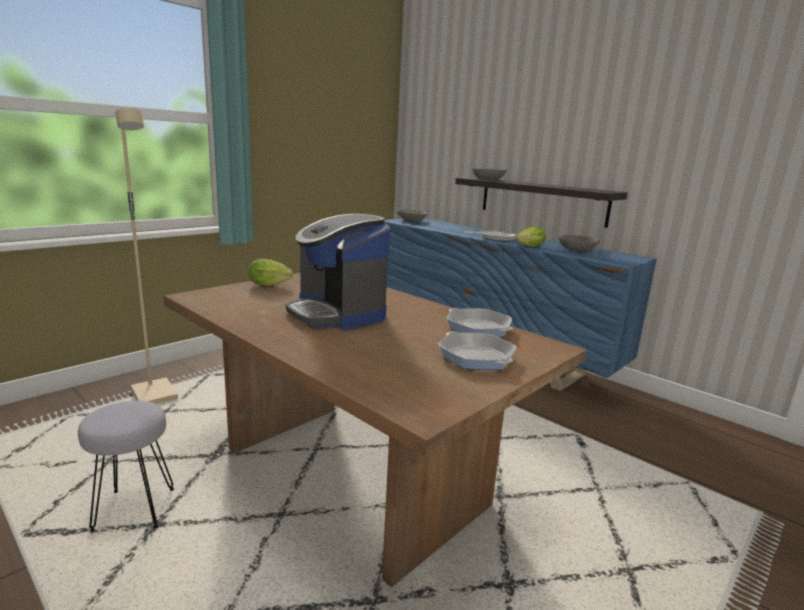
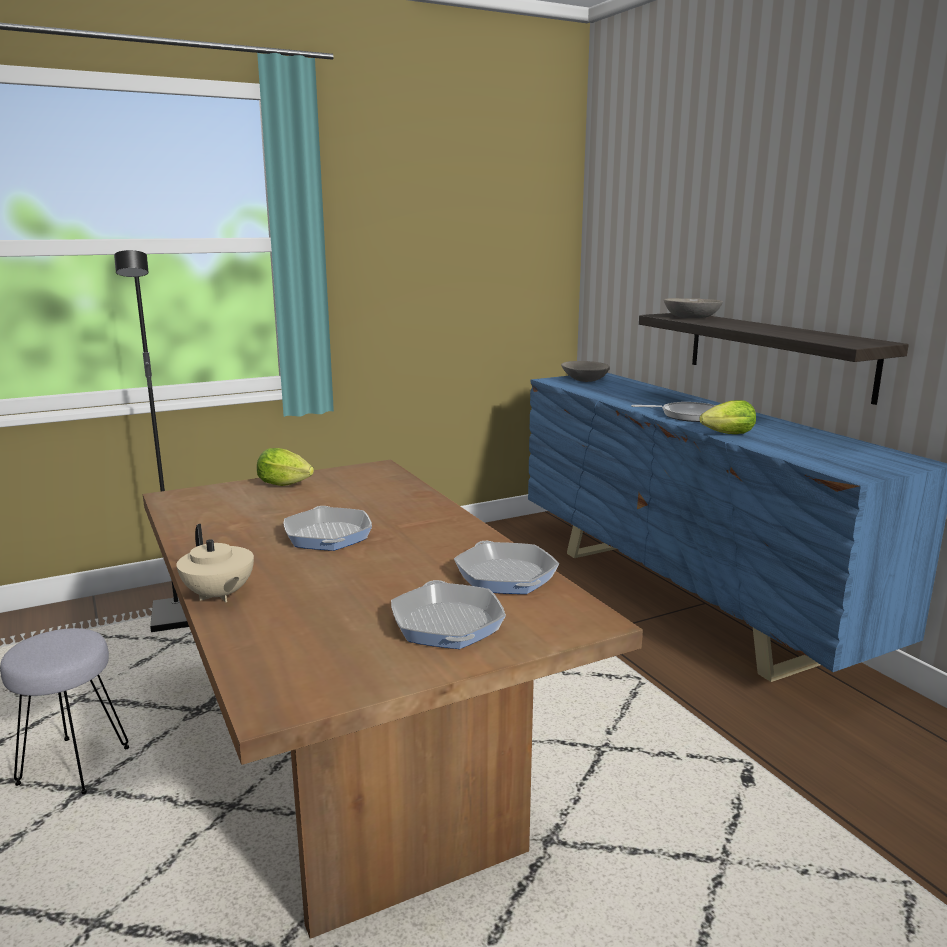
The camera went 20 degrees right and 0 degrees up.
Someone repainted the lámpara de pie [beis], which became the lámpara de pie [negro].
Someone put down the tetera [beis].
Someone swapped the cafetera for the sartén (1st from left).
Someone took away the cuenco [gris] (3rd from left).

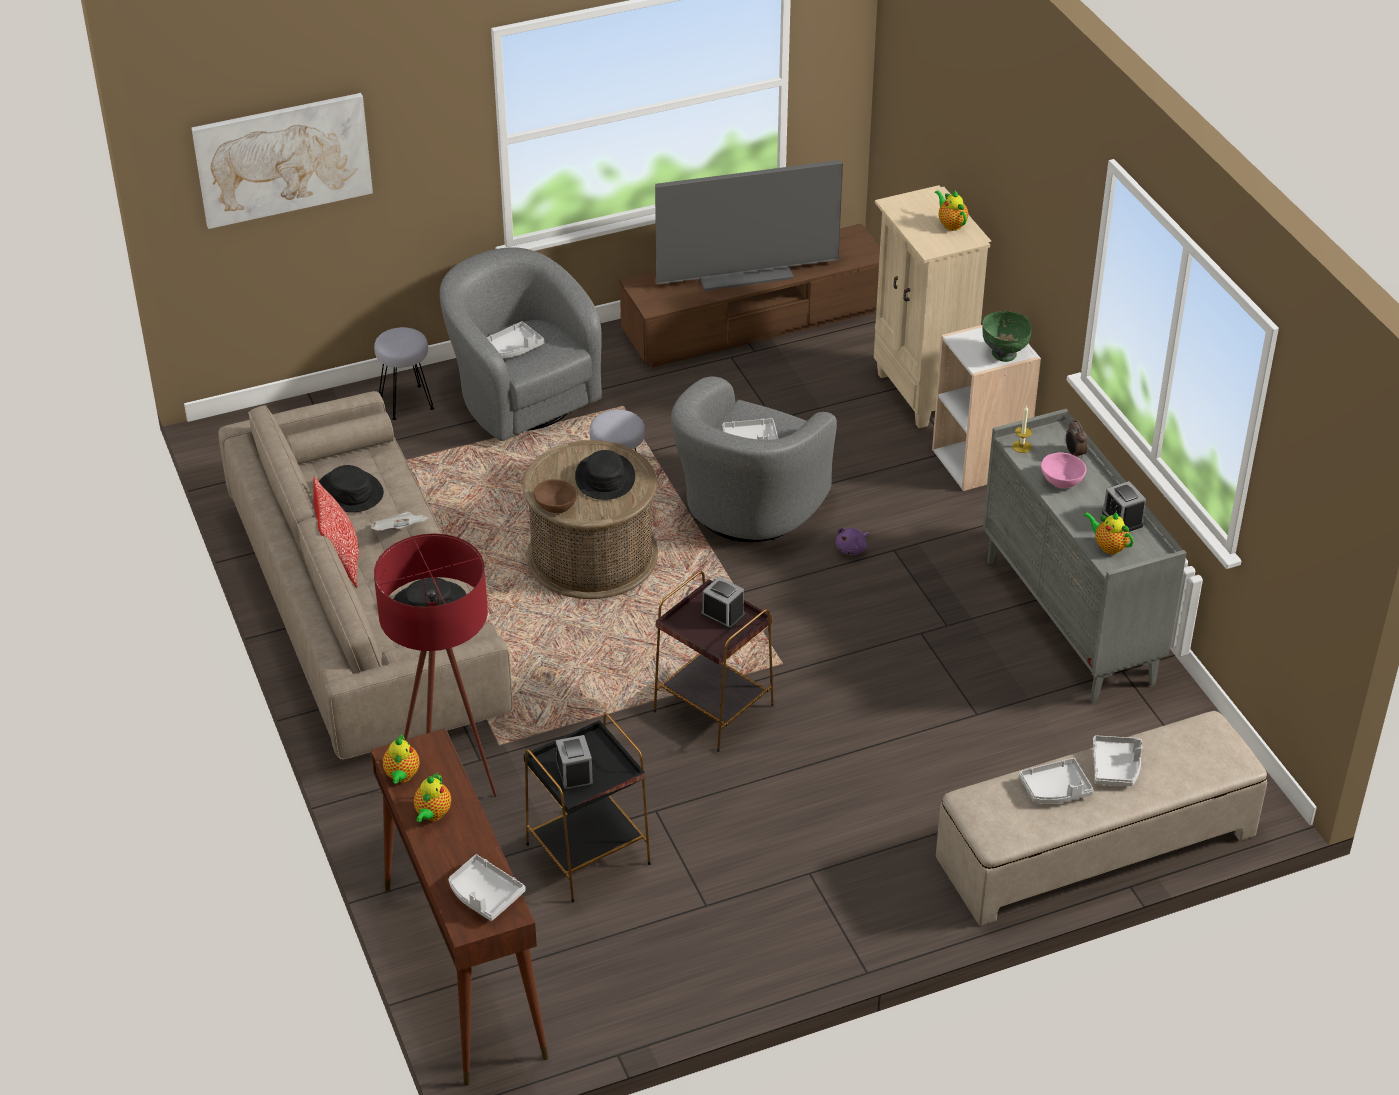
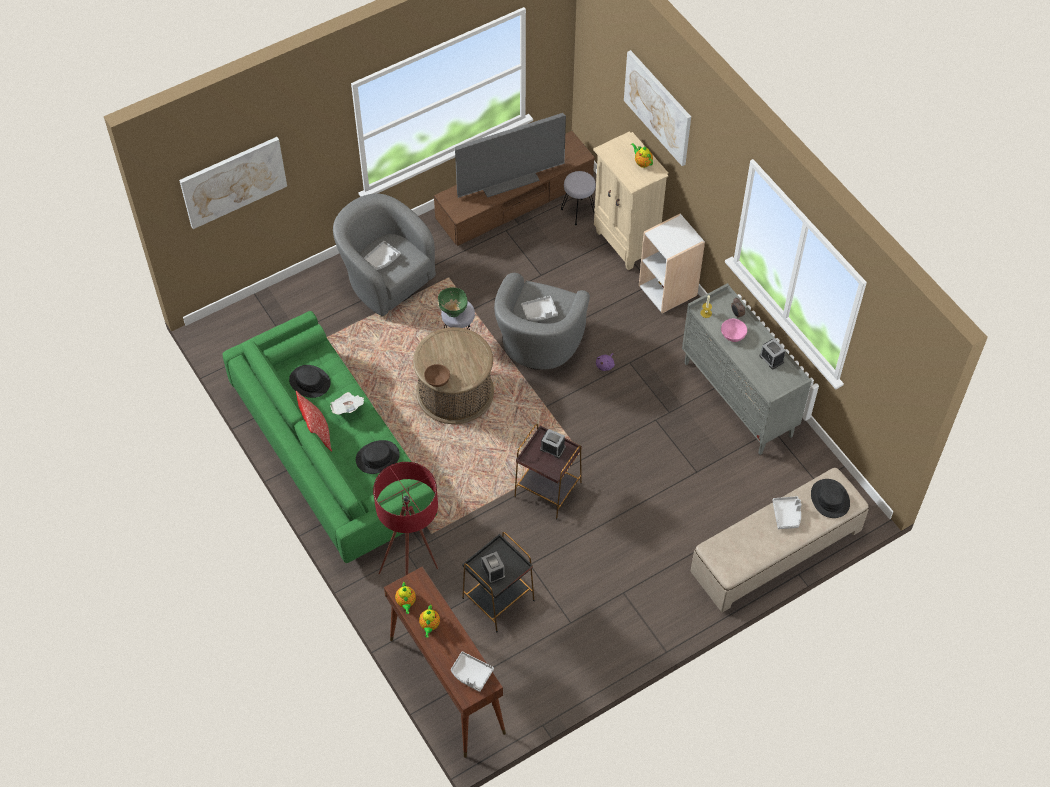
The camera went 10 degrees left and 15 degrees up.
Someone repainted the sofá [beis], which became the sofá [verde].
Someone carried the cuenco [verde].
Someone carried the taburete [gris] (1st from left in the first image).
Someone put up the cuadro (2nd from left).
Someone carried the sombrero [negro] (3rd from left).
Someone took away the bandeja [gris] (4th from left).
Someone took away the tetera (4th from left).

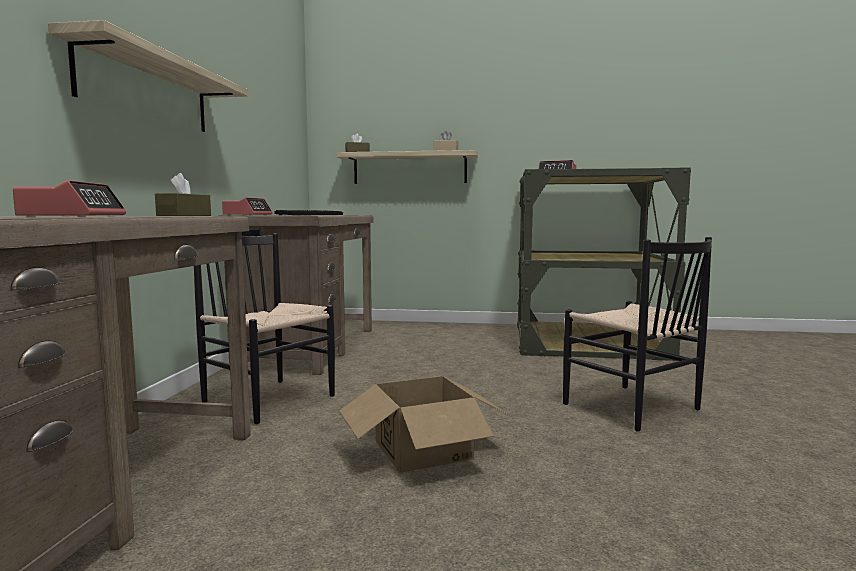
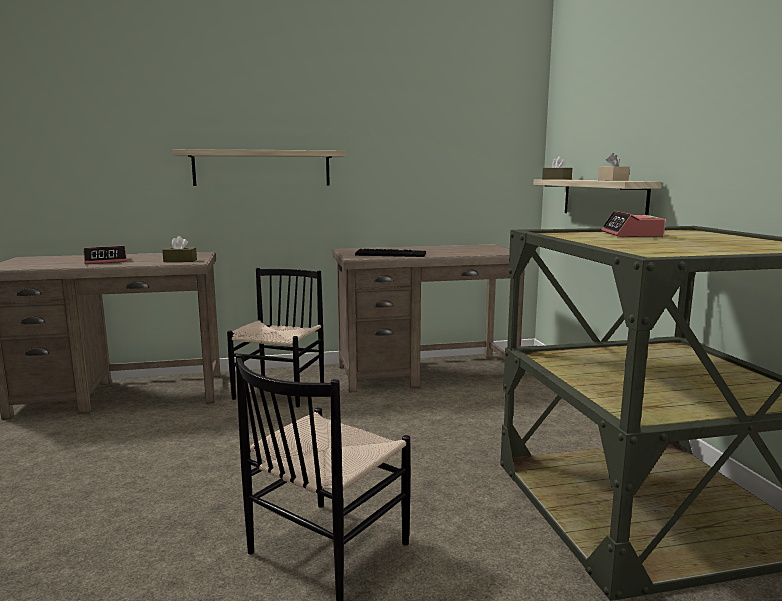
The camera went 70 degrees right and 5 degrees up.
Someone took away the despertador (2nd from left).
Someone took away the caja de cartón.

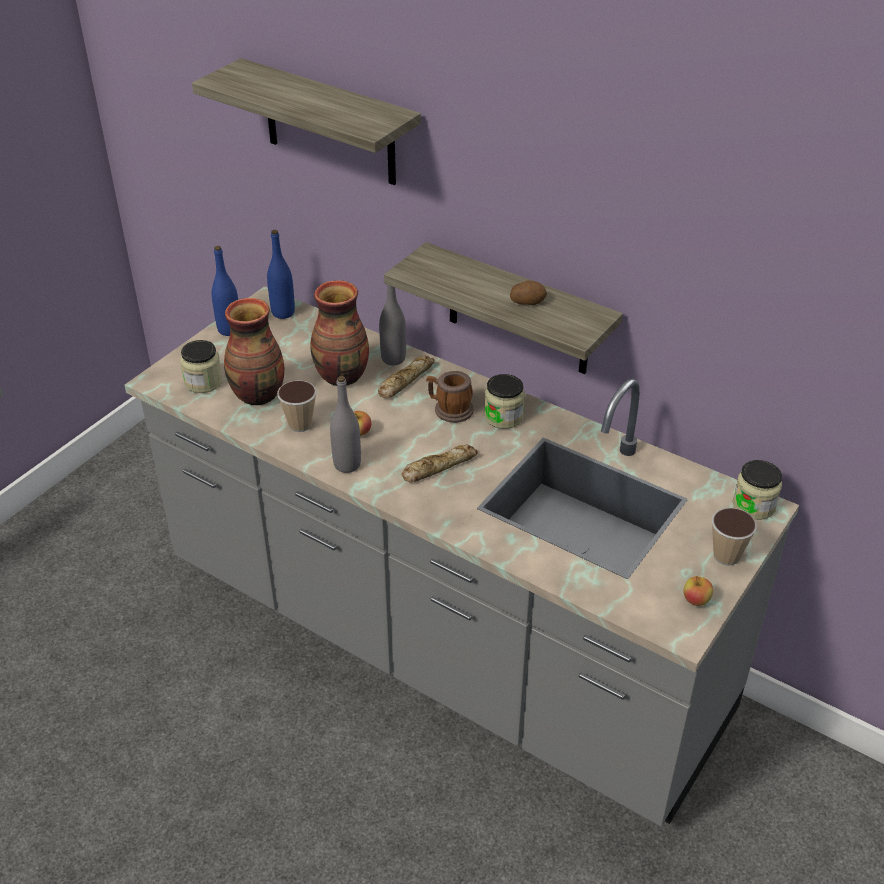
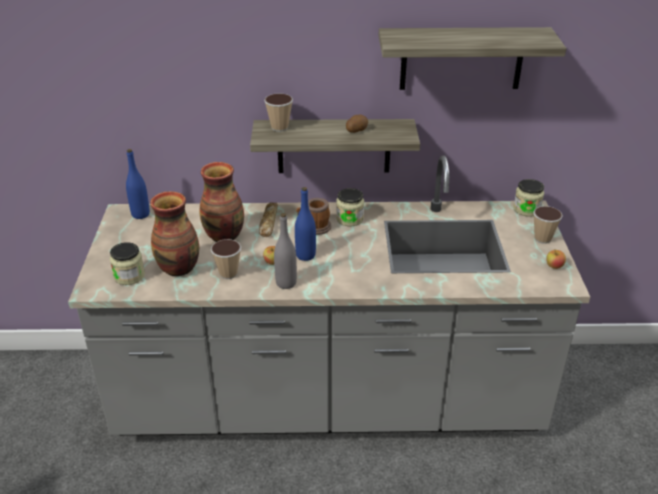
The camera went 35 degrees left and 5 degrees down.
Someone put down the taza (2nd from left).
Someone carried the botella [azul] (1st from left in the first image).
Someone carried the estante (1st from left in the first image).
Someone took away the botella [gris] (2nd from left).
Someone took away the pan (2nd from left).

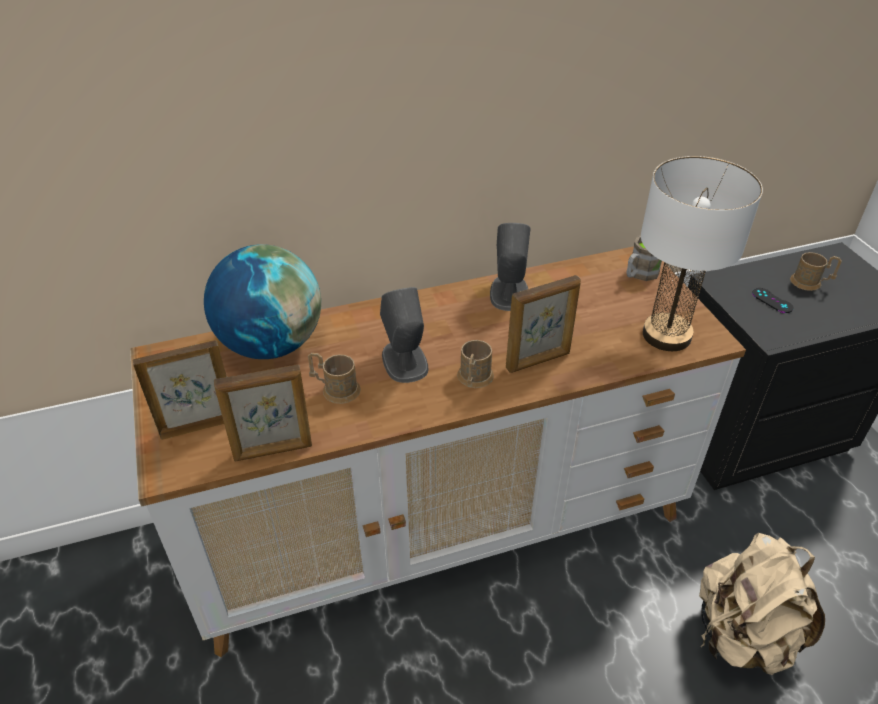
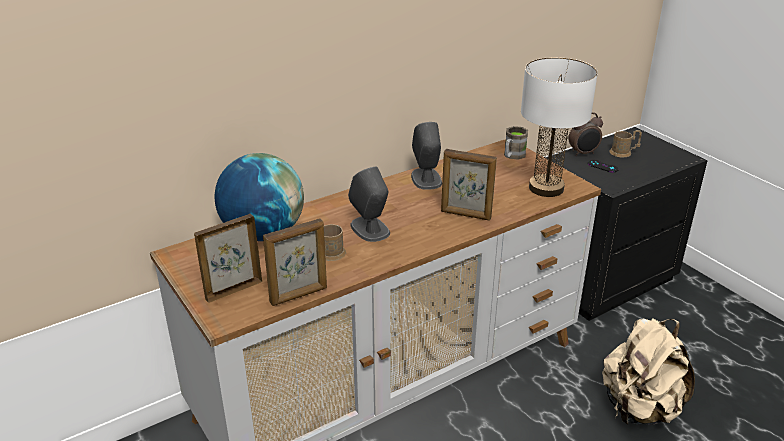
The camera went 15 degrees left and 10 degrees down.
Someone rotated the portarretratos (3rd from left) by 60 degrees clockwise.
Someone put down the despertador.
Someone took away the taza grande [marrón] (2nd from left).

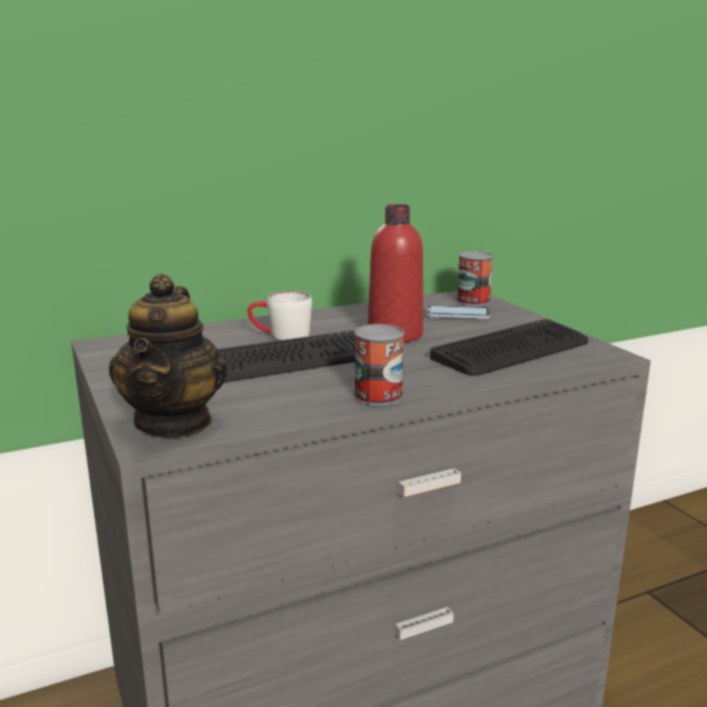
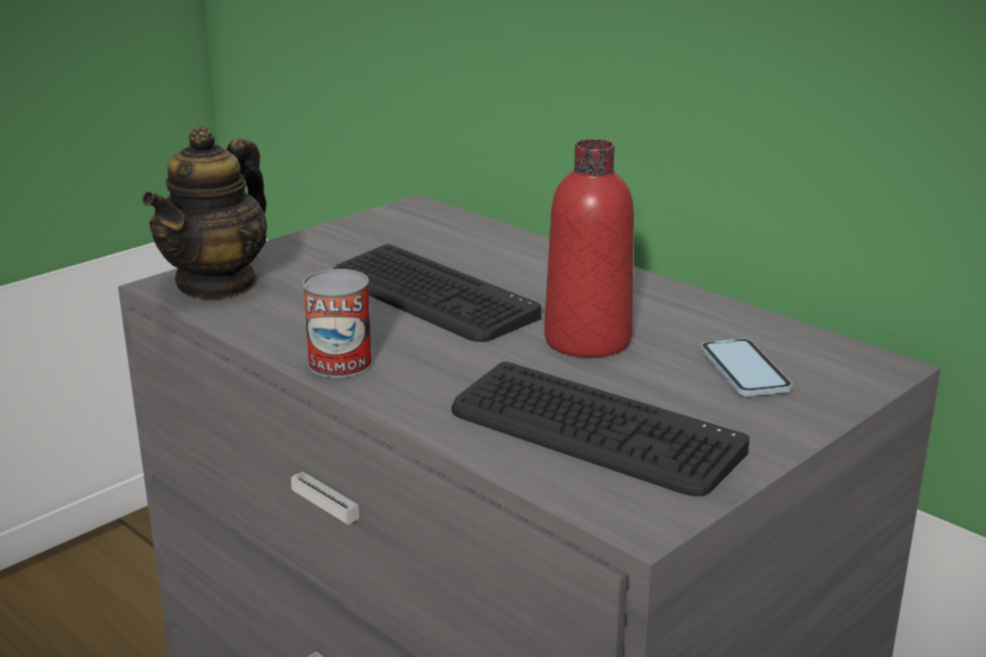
The camera went 70 degrees right and 5 degrees up.
Someone rotated the tetera by 45 degrees counterclockwise.
Someone took away the taza grande [blanco].
Someone took away the lata (2nd from left).

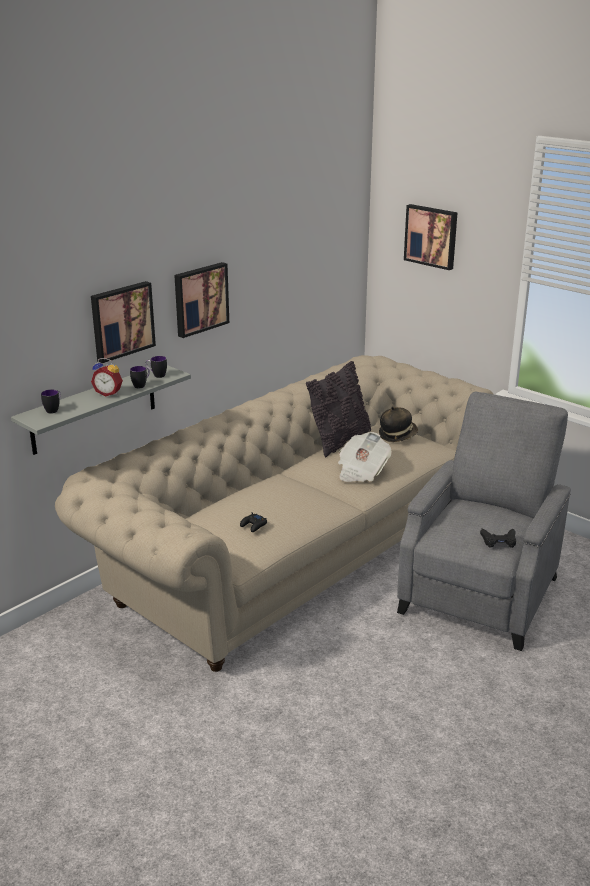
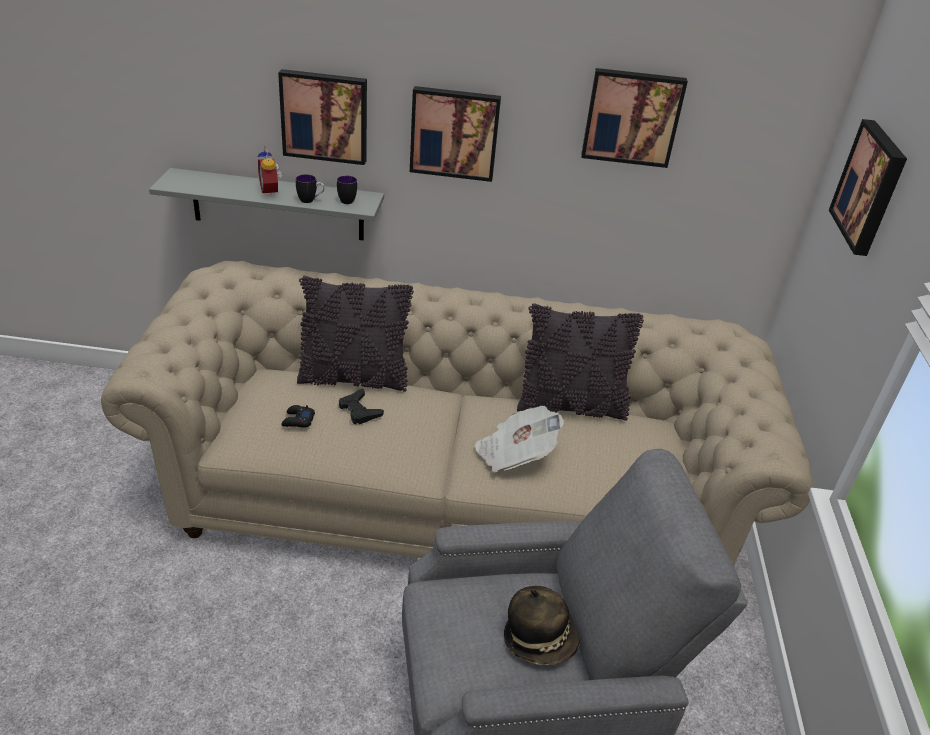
The camera went 50 degrees right and 10 degrees up.
Someone put down the cojín [negro] (1st from left).
Someone carried the mando de consola [negro] (2nd from left).
Someone carried the sombrero.
Someone put up the cuadro (3rd from left).
Someone took away the taza grande (1st from left).

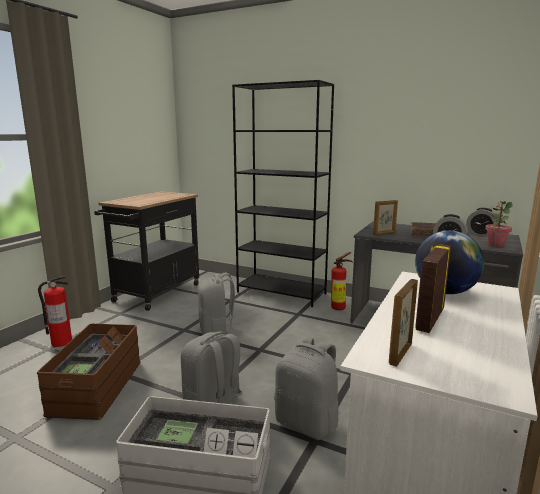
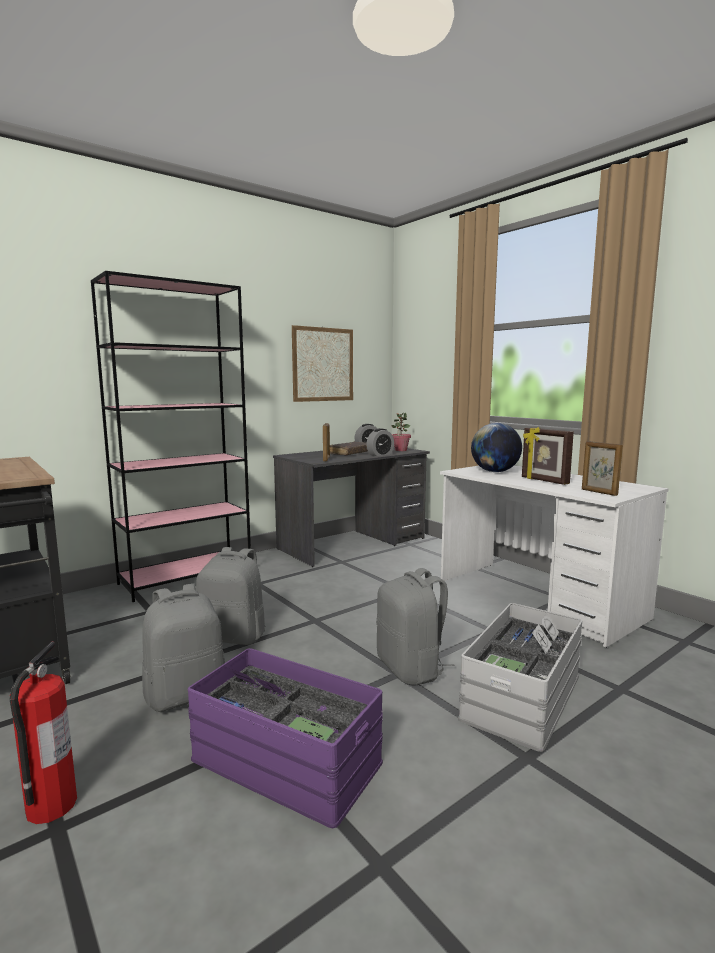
The camera went 65 degrees left and 5 degrees down.
Someone repainted the estantería [negro], which became the estantería [rosa].
Someone carried the mochila [gris] (3rd from left in the first image).
Someone repainted the caja de almacenaje [marrón], which became the caja de almacenaje [morado].
Someone put up the cuadro.
Someone took away the extintor (2nd from left).

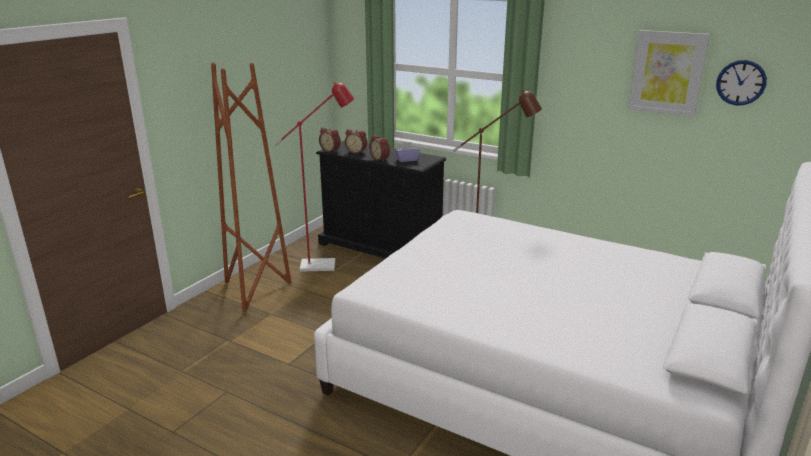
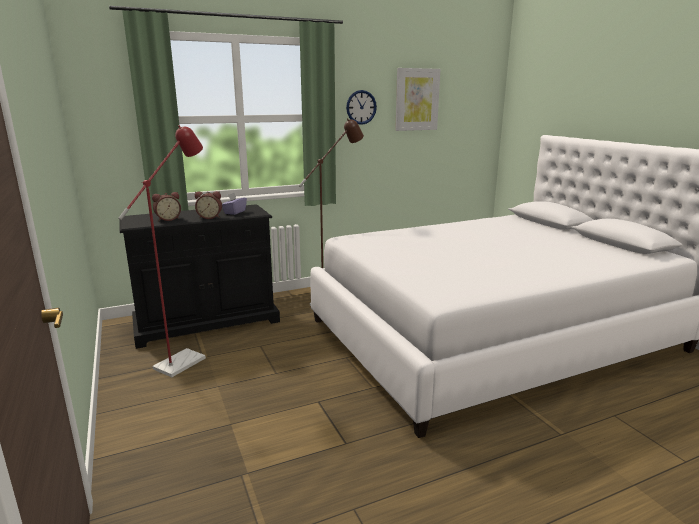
The camera went 55 degrees left and 5 degrees down.
Someone carried the reloj de pared.
Someone took away the perchero [marrón].
Someone took away the despertador (1st from left).

